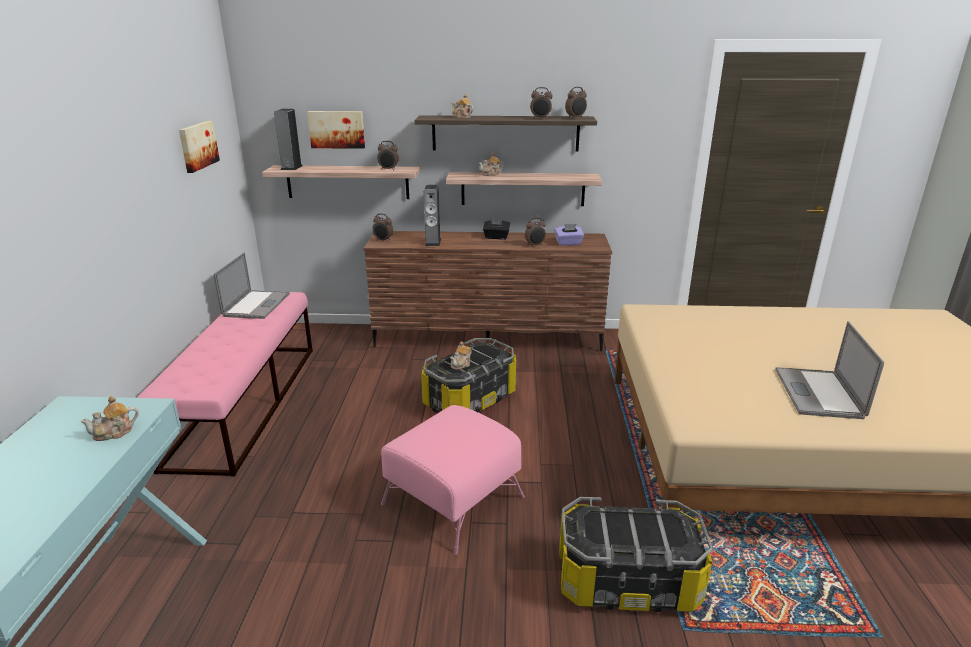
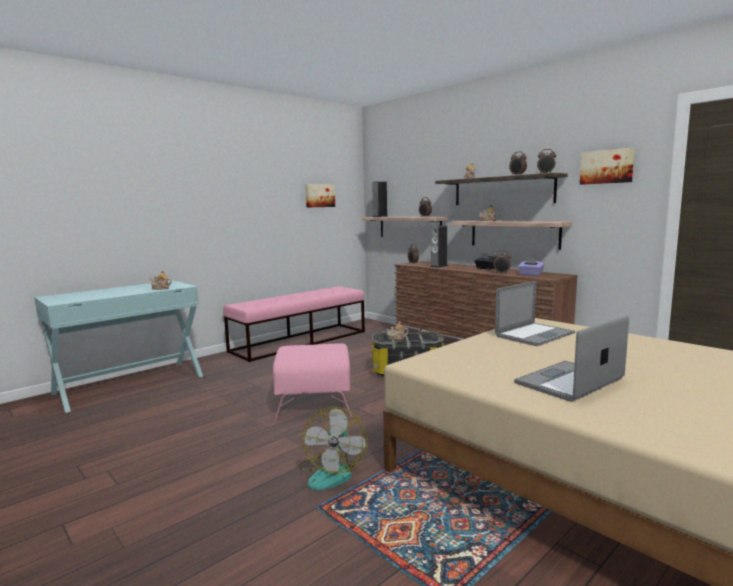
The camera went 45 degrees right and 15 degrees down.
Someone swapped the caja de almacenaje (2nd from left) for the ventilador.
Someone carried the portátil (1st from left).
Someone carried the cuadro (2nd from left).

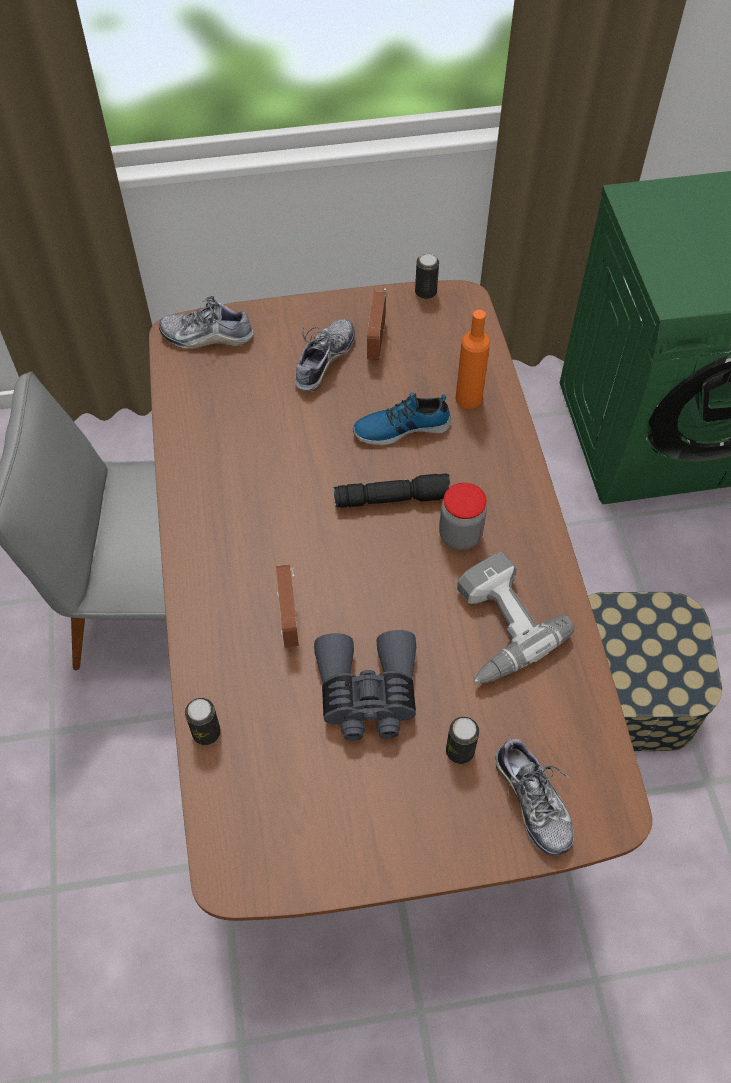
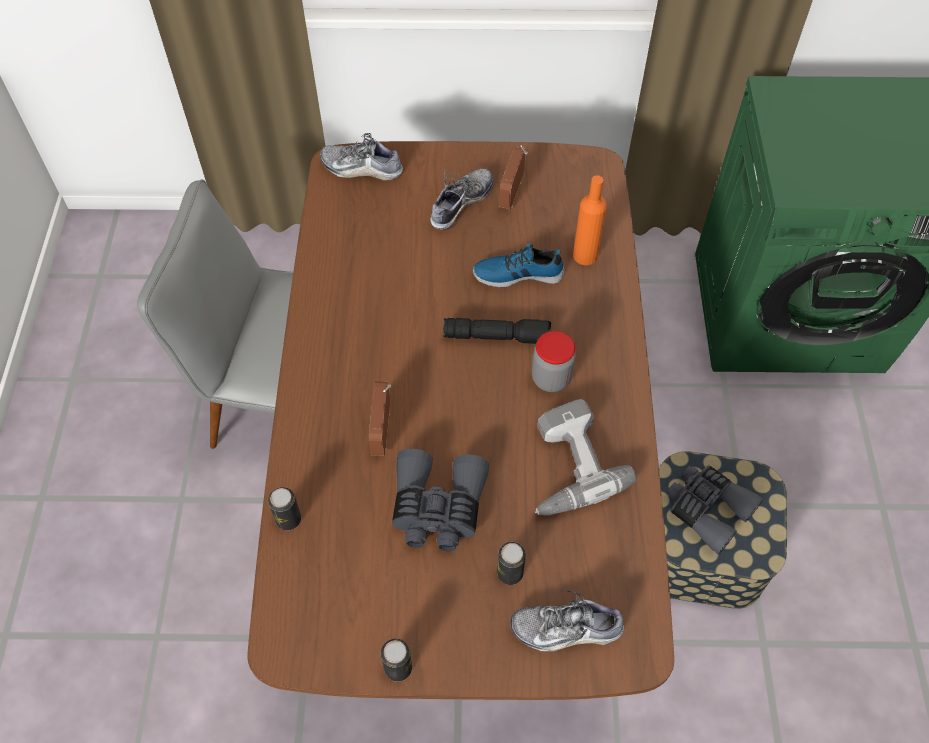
The camera went 10 degrees right and 0 degrees up.
Someone carried the lata (2nd from left).
Someone rotated the zapato (4th from left) by 105 degrees clockwise.
Someone put down the prismáticos [gris] (2nd from left).

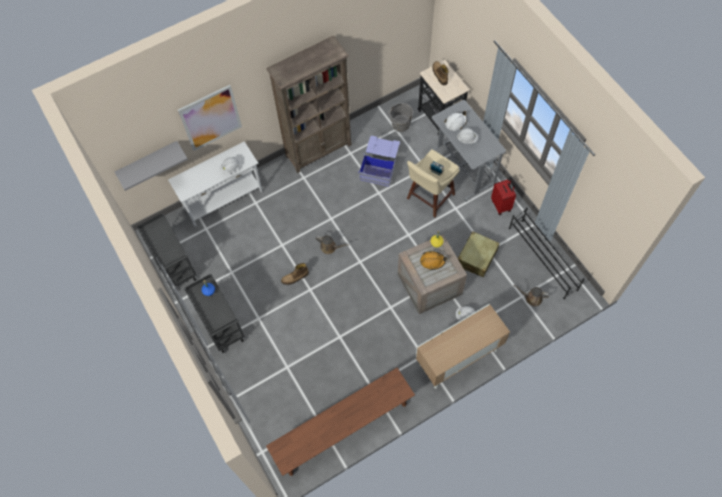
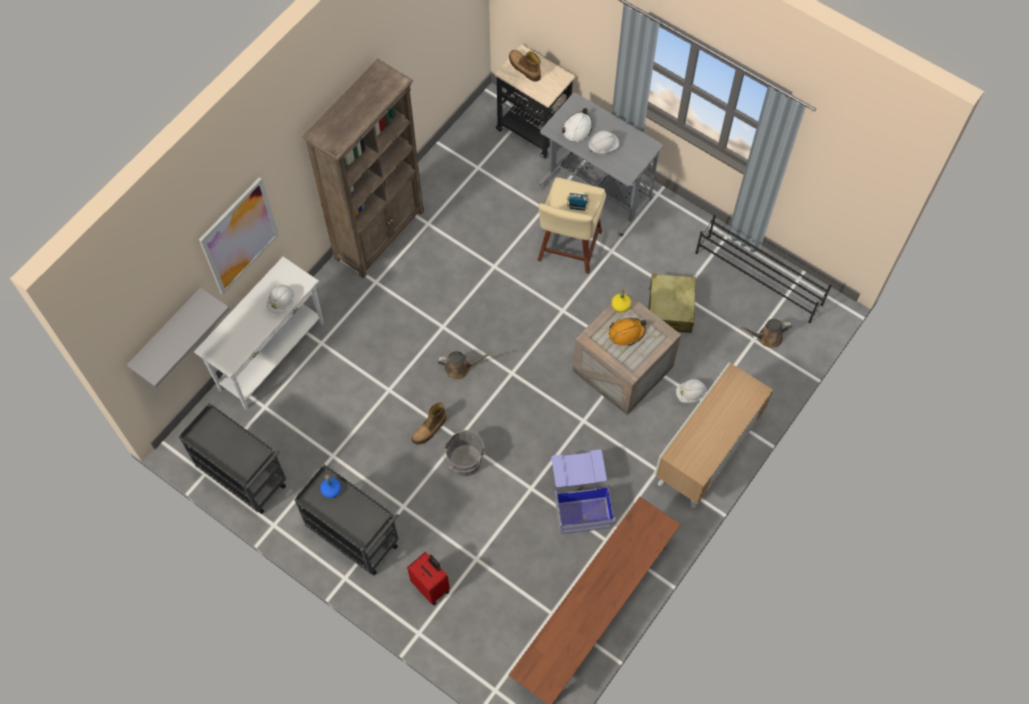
The camera went 25 degrees left and 0 degrees up.
Someone carried the maleta [rojo].
Someone carried the cubo [gris].
Someone carried the caja de almacenaje [azul].

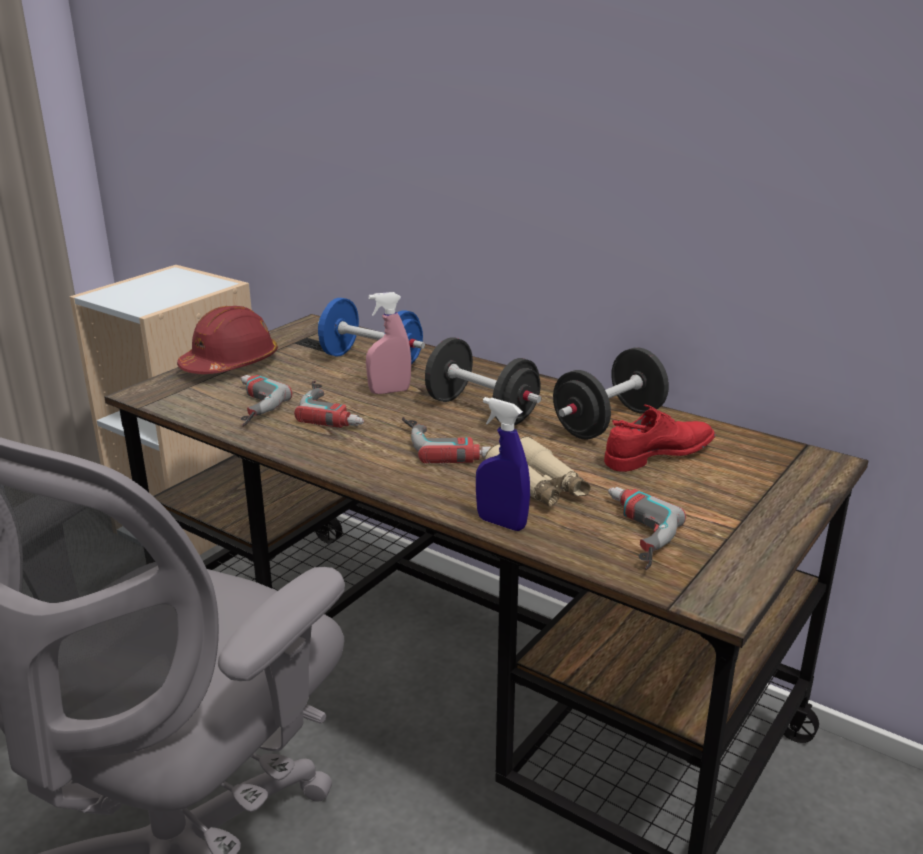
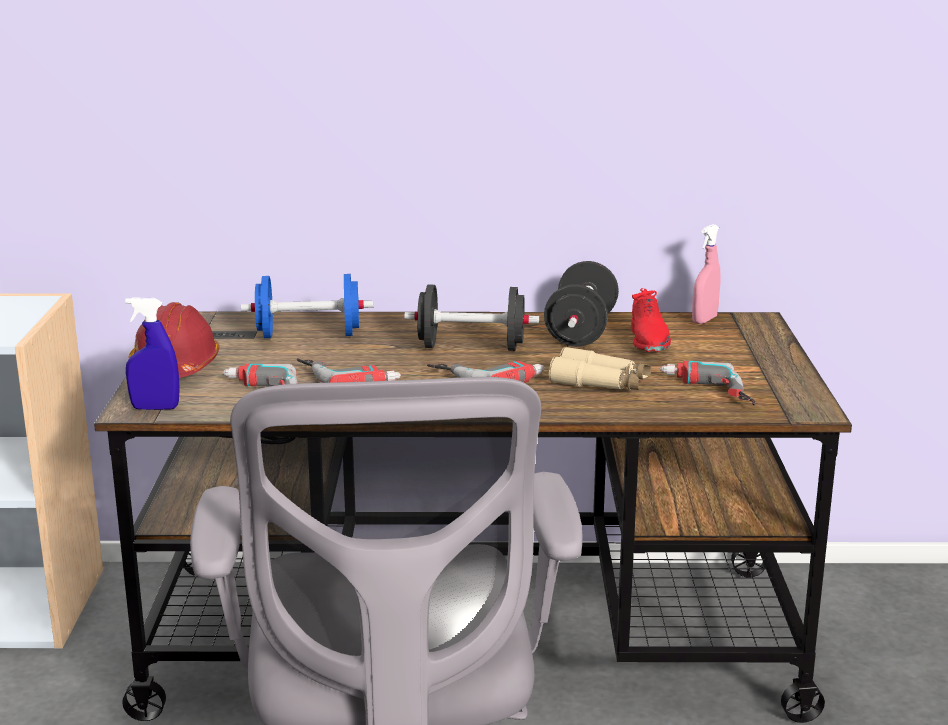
The camera went 35 degrees left and 5 degrees down.
Someone carried the pulverizador [azul].
Someone rotated the zapato [rojo] by 150 degrees clockwise.
Someone carried the pulverizador [rosa].

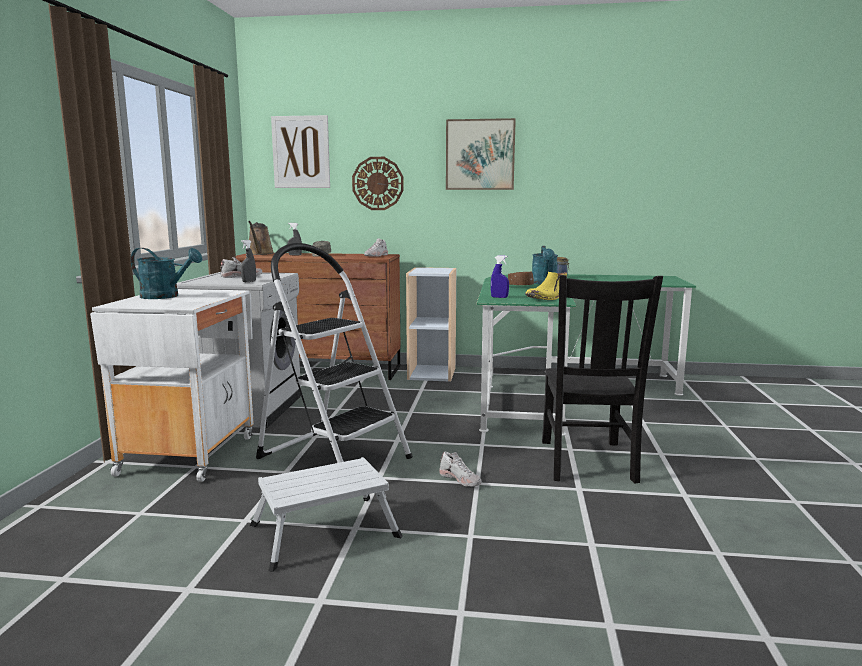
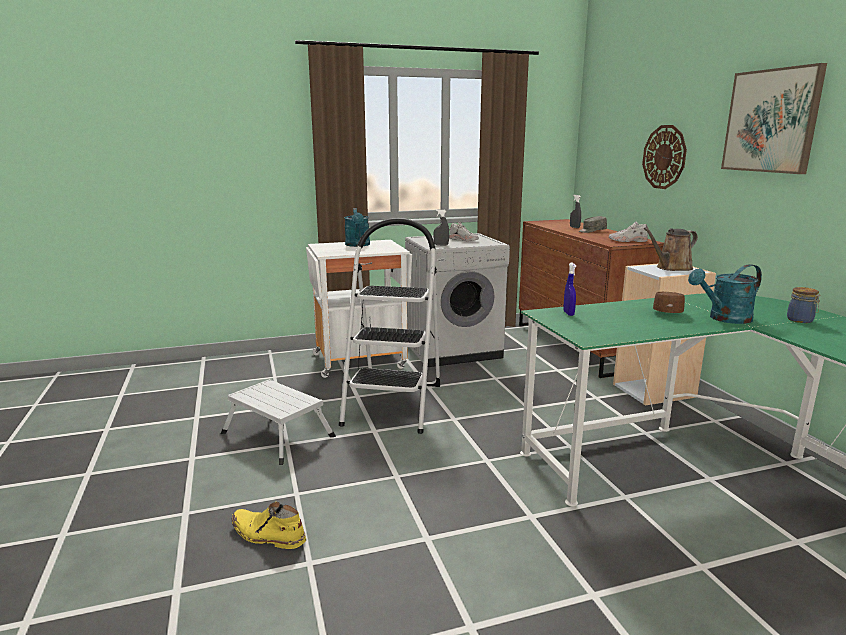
The camera went 65 degrees right and 5 degrees up.
Someone carried the bota [amarillo].
Someone carried the regadera [marrón].
Someone took away the cuadro (1st from left).
Someone took away the zapato [blanco] (3rd from left).
Someone took away the silla [negro].

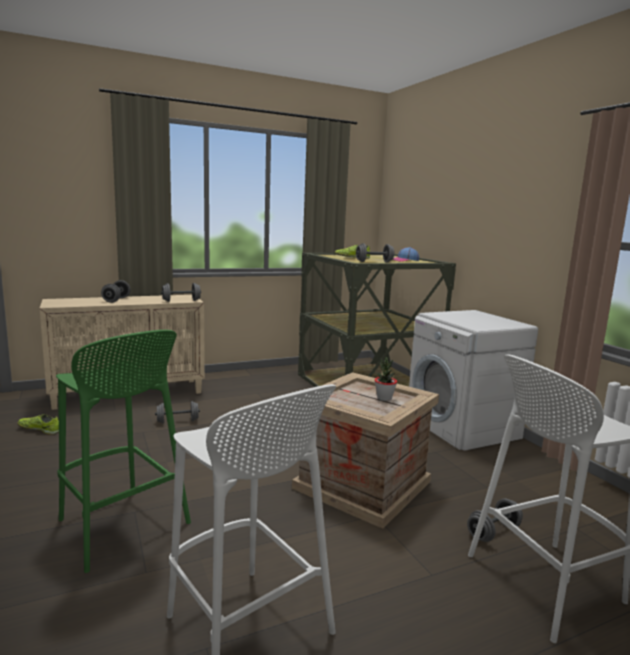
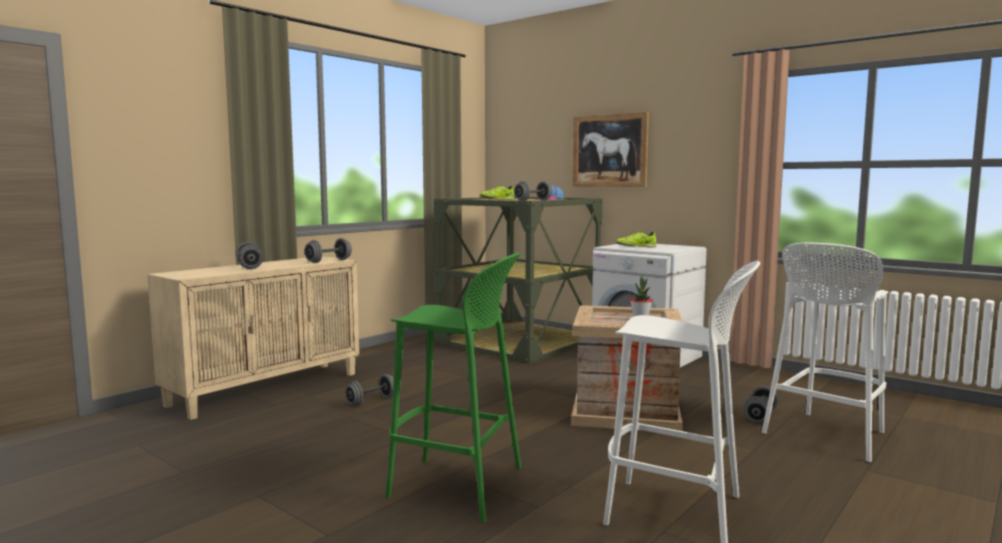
The camera went 25 degrees left and 5 degrees down.
Someone put up the cuadro.
Someone carried the zapato (1st from left in the first image).

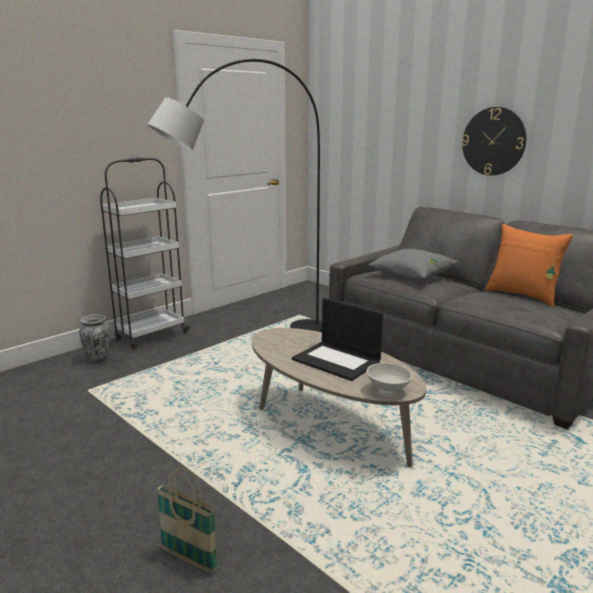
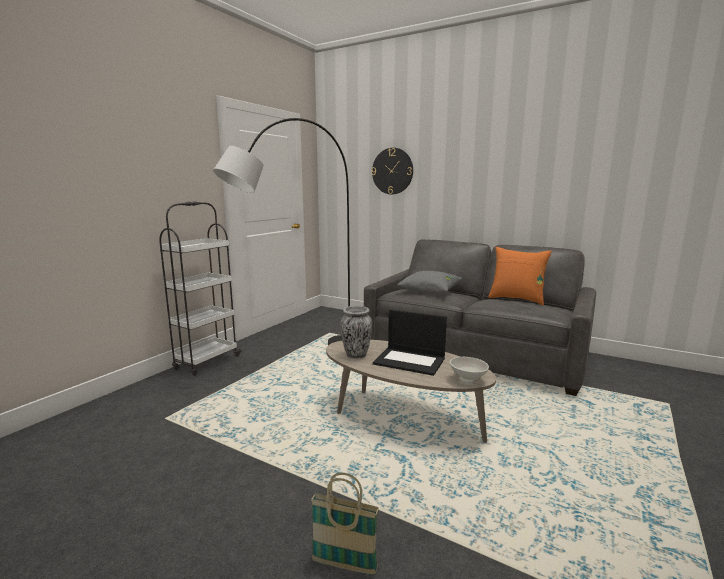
The camera went 15 degrees left and 5 degrees down.
Someone carried the florero.
Someone carried the reloj de pared.

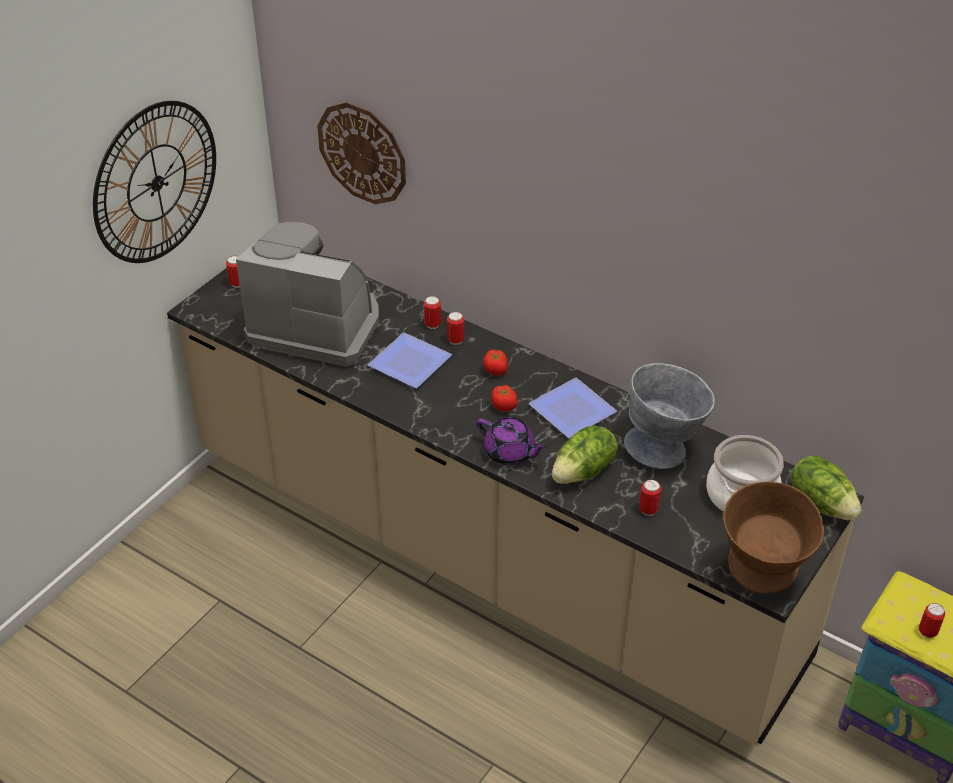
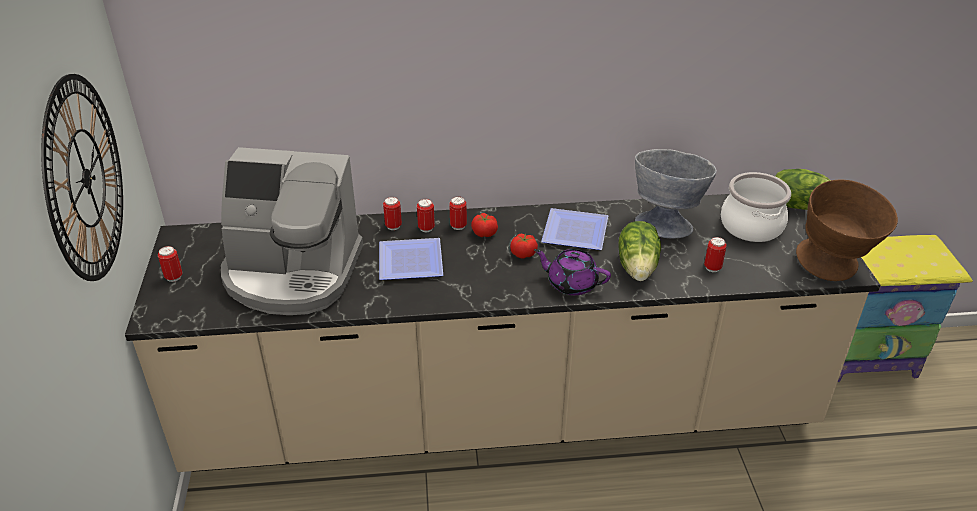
The camera went 40 degrees left and 5 degrees down.
Someone rotated the cafetera by 150 degrees counterclockwise.
Someone carried the lata (5th from left in the first image).
Someone rotated the tetera [morado] by 150 degrees counterclockwise.
Someone took away the reloj de pared (2nd from left).

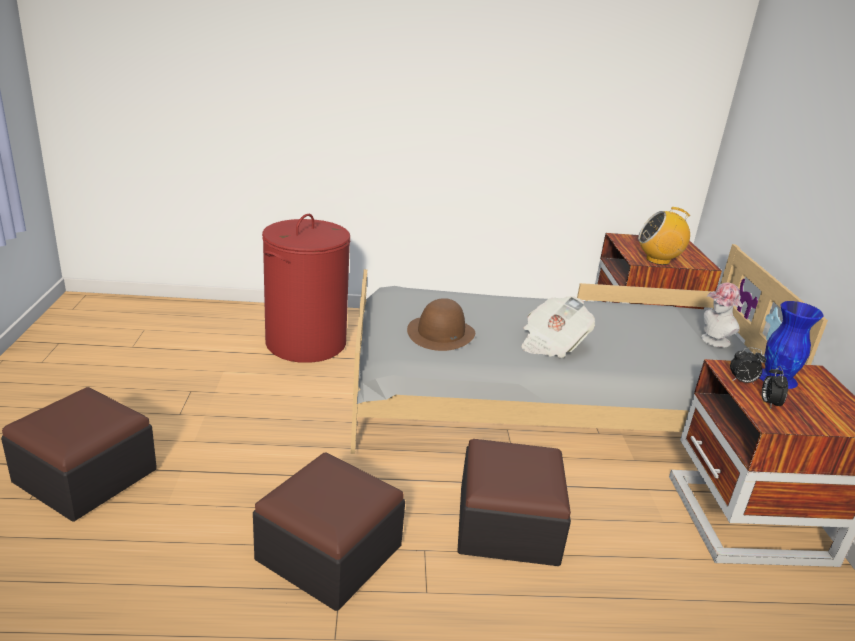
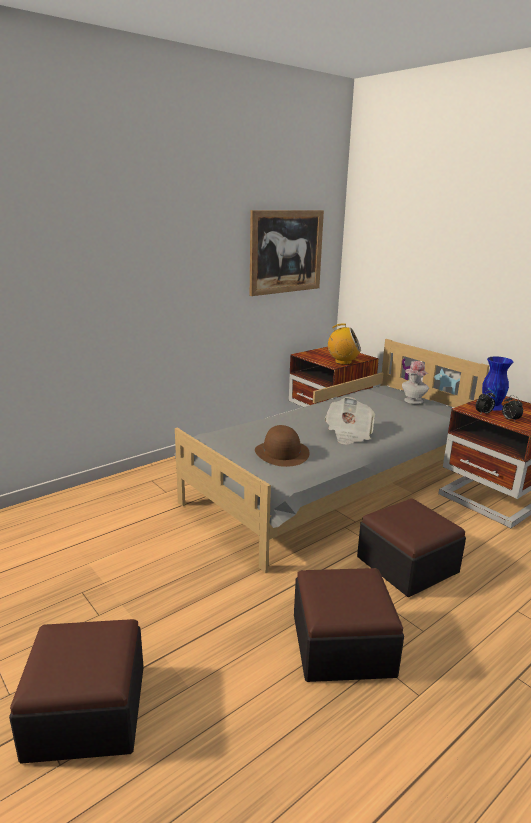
The camera went 35 degrees left and 5 degrees down.
Someone put up the cuadro.
Someone rotated the radio by 135 degrees counterclockwise.
Someone took away the cesto de la ropa [rojo].

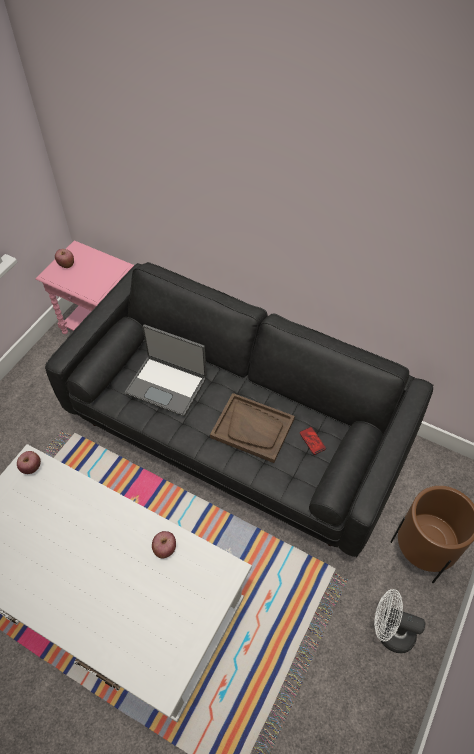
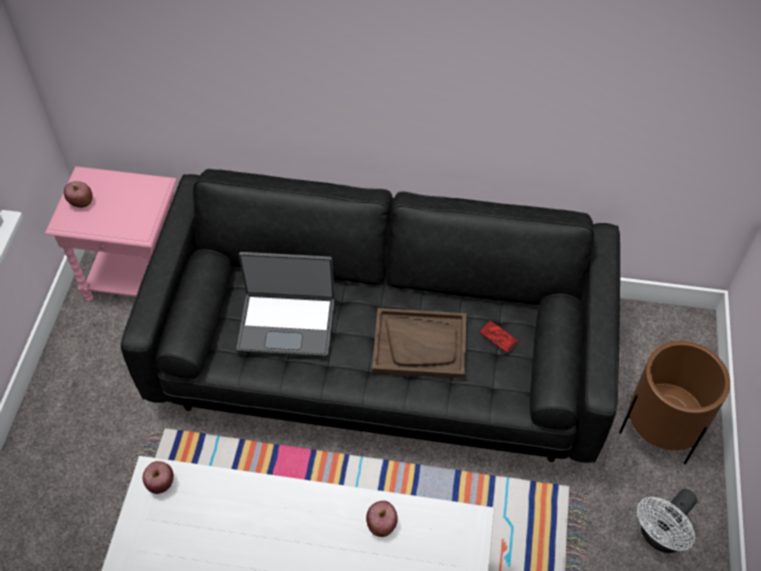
The camera went 20 degrees left and 0 degrees up.
Someone rotated the ventilador [blanco] by 45 degrees counterclockwise.

